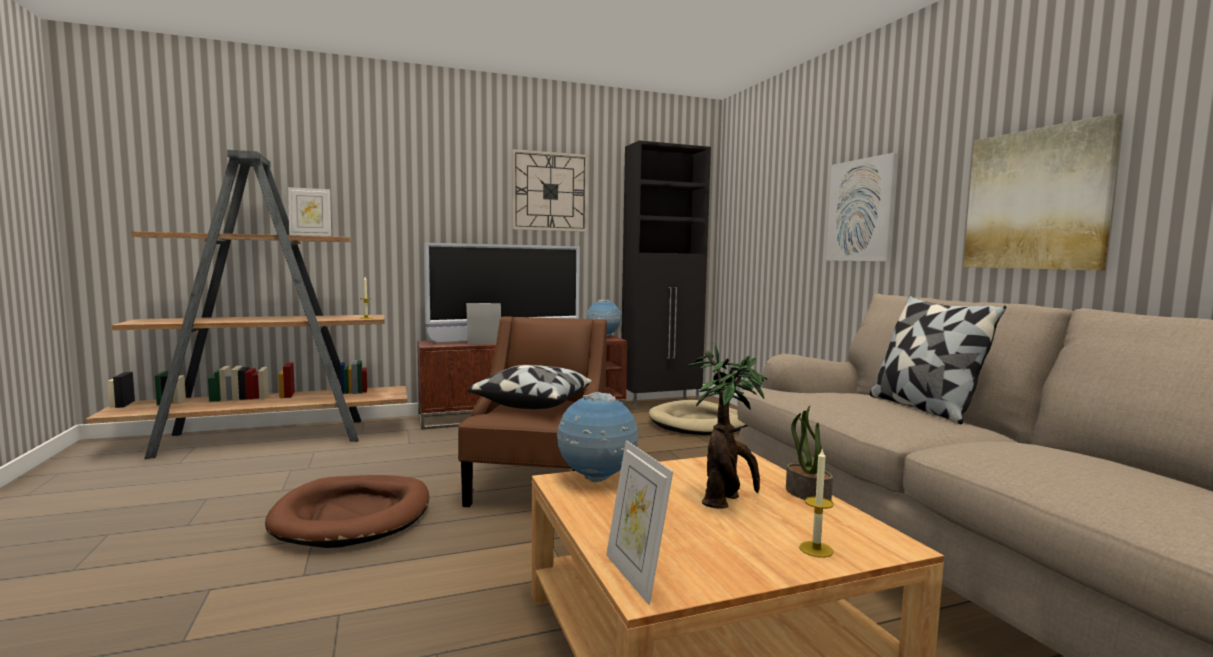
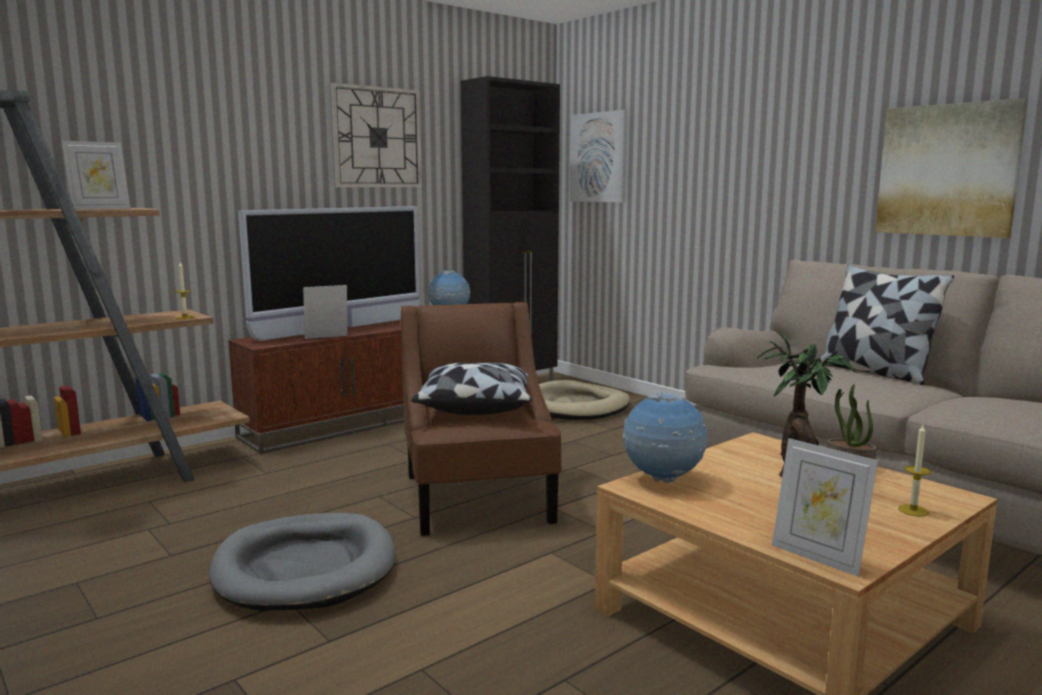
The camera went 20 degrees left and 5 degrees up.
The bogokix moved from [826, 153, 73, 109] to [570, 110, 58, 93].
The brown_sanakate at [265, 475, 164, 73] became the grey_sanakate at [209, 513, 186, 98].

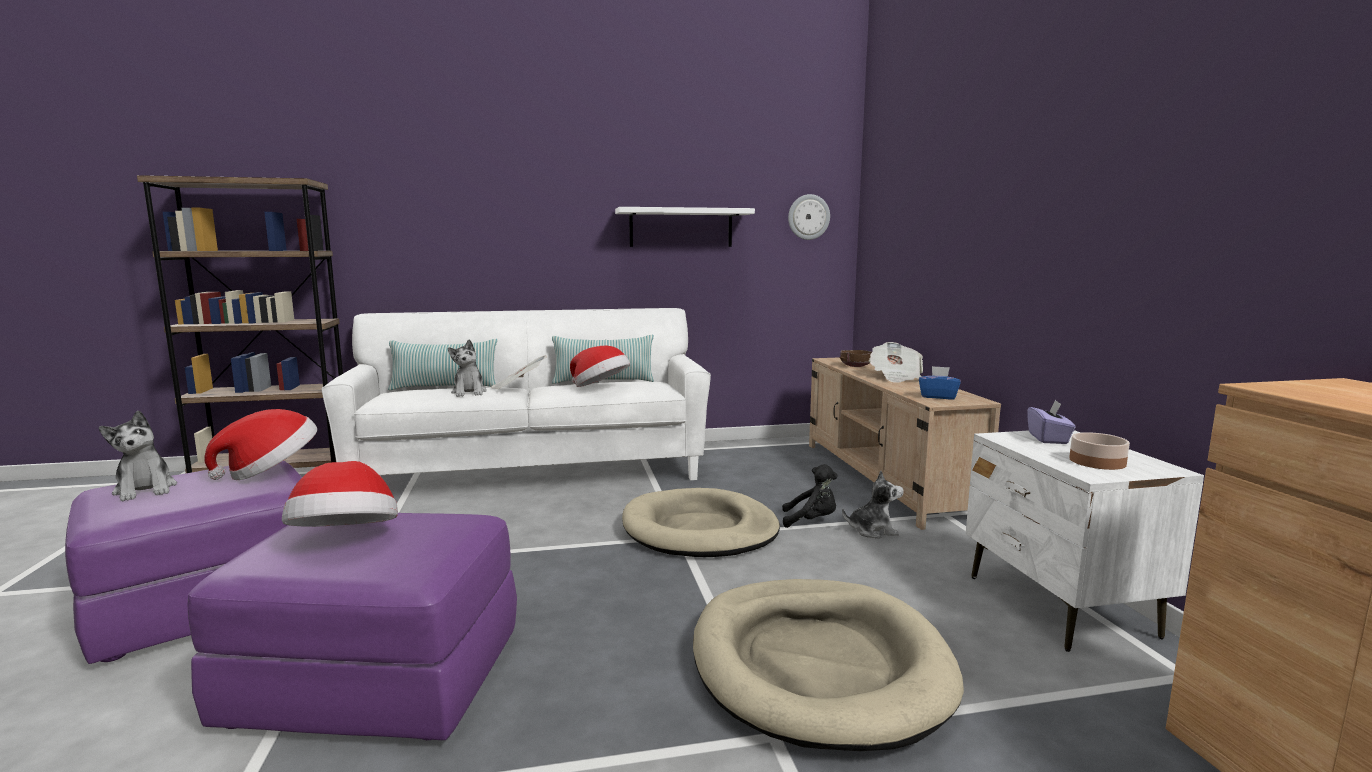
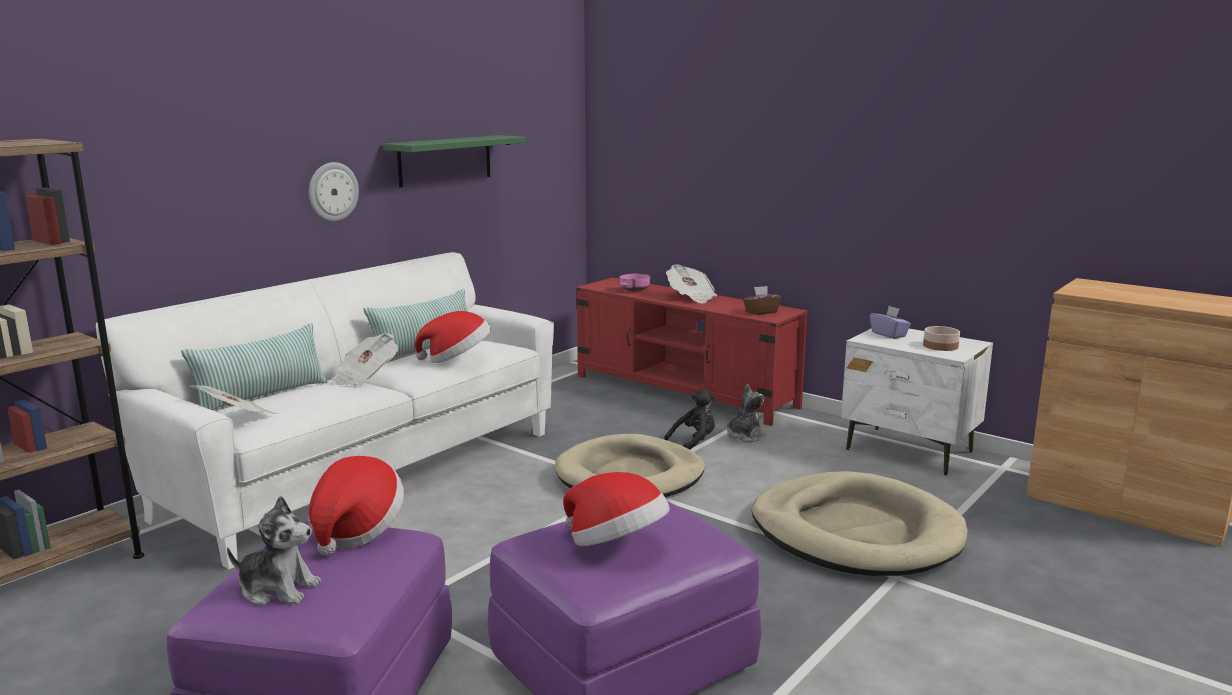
The camera went 40 degrees left and 5 degrees up.
The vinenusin at [448, 340, 39, 57] disappeared.
The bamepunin at [190, 385, 88, 29] appeared.
The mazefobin moved from [788, 194, 42, 46] to [309, 162, 50, 59].
The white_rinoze at [615, 207, 140, 40] became the green_rinoze at [383, 135, 143, 52].
The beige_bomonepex at [809, 357, 192, 173] became the red_bomonepex at [576, 278, 232, 148].
The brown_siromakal at [839, 350, 33, 17] became the pink_siromakal at [619, 273, 31, 19].
The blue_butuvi at [919, 366, 42, 33] became the brown_butuvi at [743, 286, 38, 29].

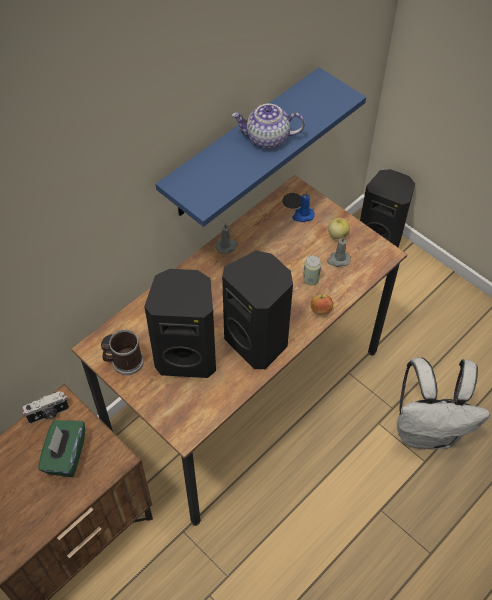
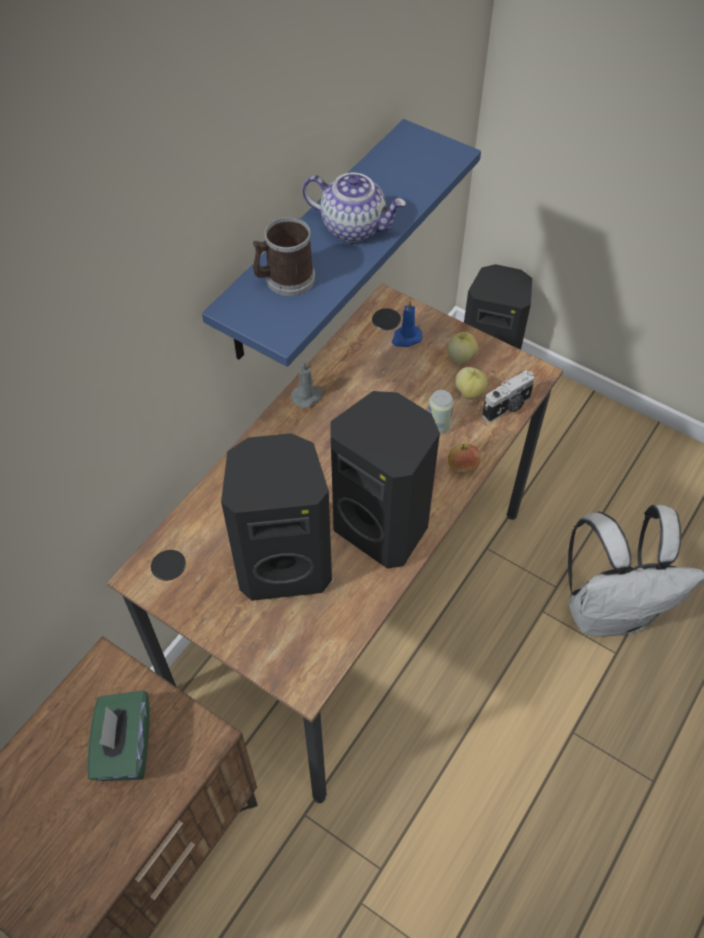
The camera went 10 degrees left and 0 degrees up.
The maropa moved from [23, 391, 46, 33] to [482, 370, 53, 52].
The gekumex moved from [101, 330, 43, 45] to [253, 217, 62, 79].
The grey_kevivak at [327, 237, 23, 30] was replaced by the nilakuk at [455, 367, 33, 33].
The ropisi at [232, 104, 73, 45] turned 150 degrees counterclockwise.

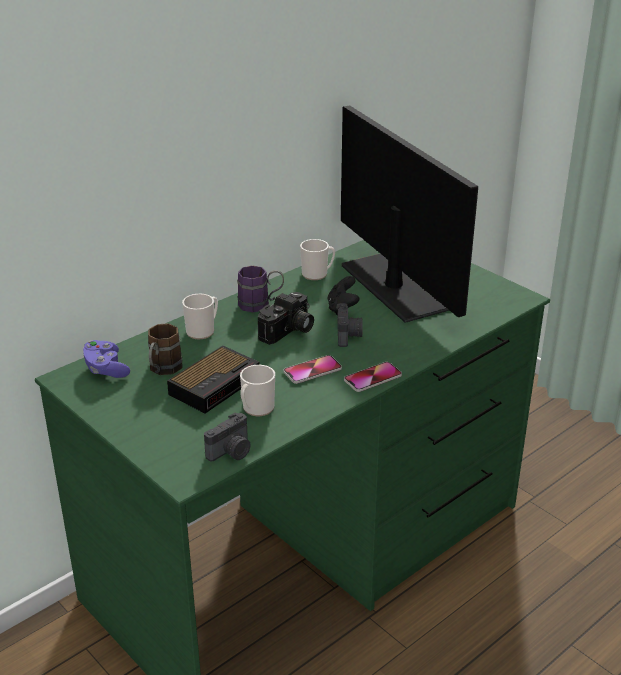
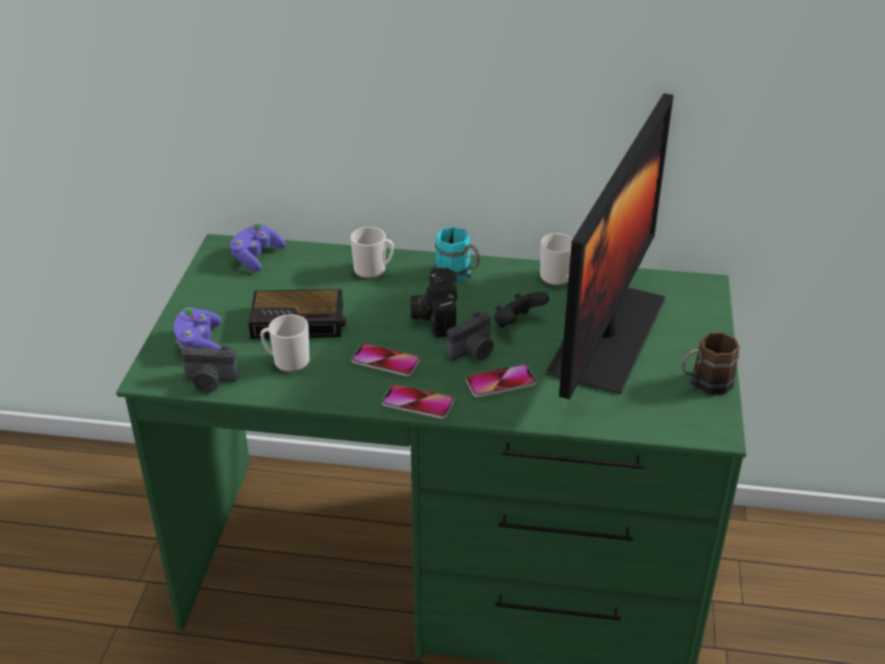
The camera went 50 degrees right and 5 degrees up.
The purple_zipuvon at [174, 307, 47, 42] appeared.
The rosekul at [466, 364, 70, 33] appeared.
The brown_gekumex moved from [148, 323, 35, 52] to [682, 332, 57, 63].
The purple_gekumex at [237, 266, 47, 46] became the turquoise_gekumex at [435, 227, 45, 55].
The maropa at [258, 292, 56, 53] turned 90 degrees clockwise.

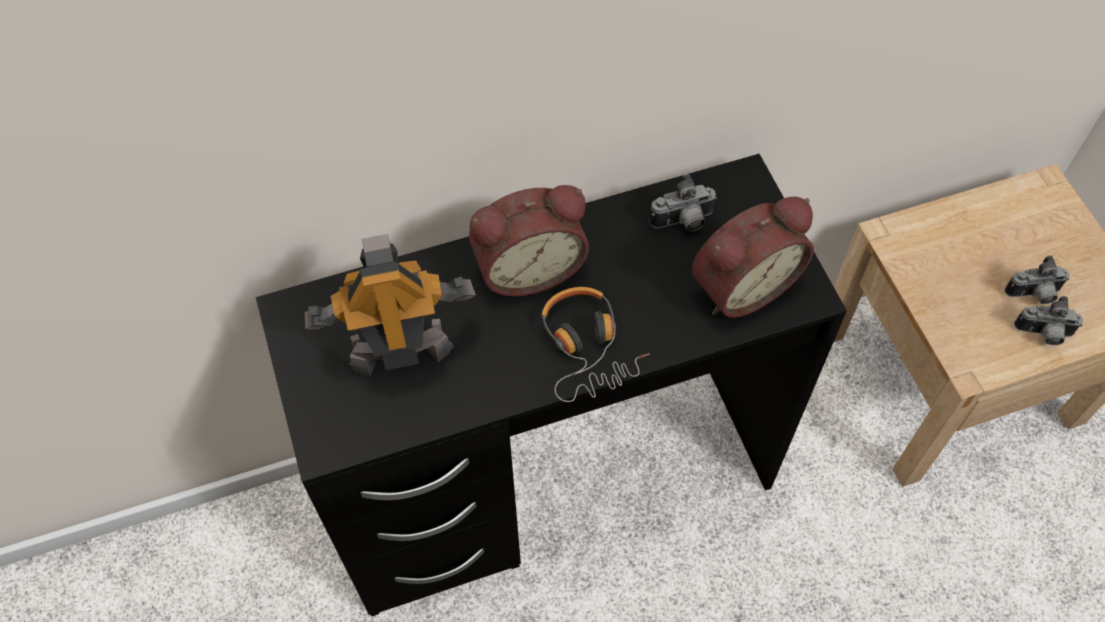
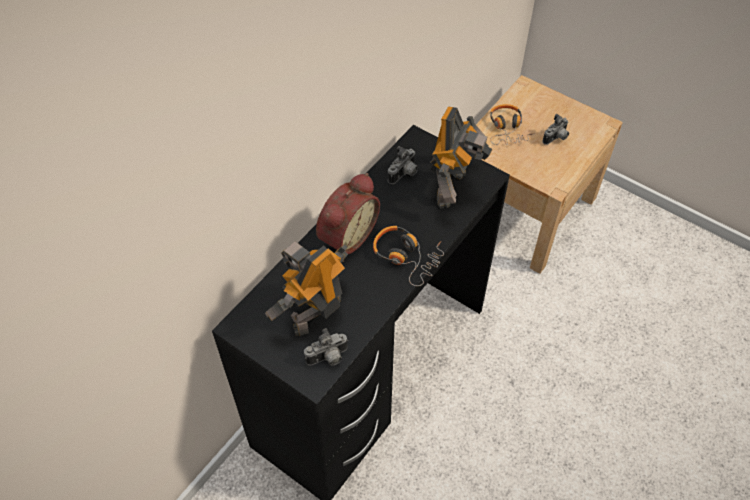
The camera went 35 degrees left and 5 degrees down.
The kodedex at [490, 104, 45, 41] appeared.
The maropa moved from [1014, 296, 69, 49] to [304, 328, 44, 38].
The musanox at [692, 197, 122, 121] was replaced by the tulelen at [430, 106, 63, 103].

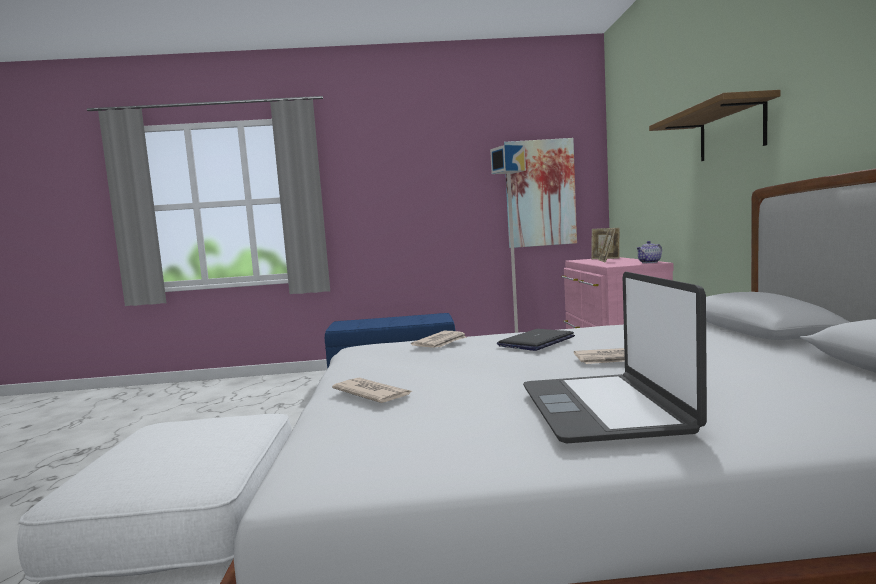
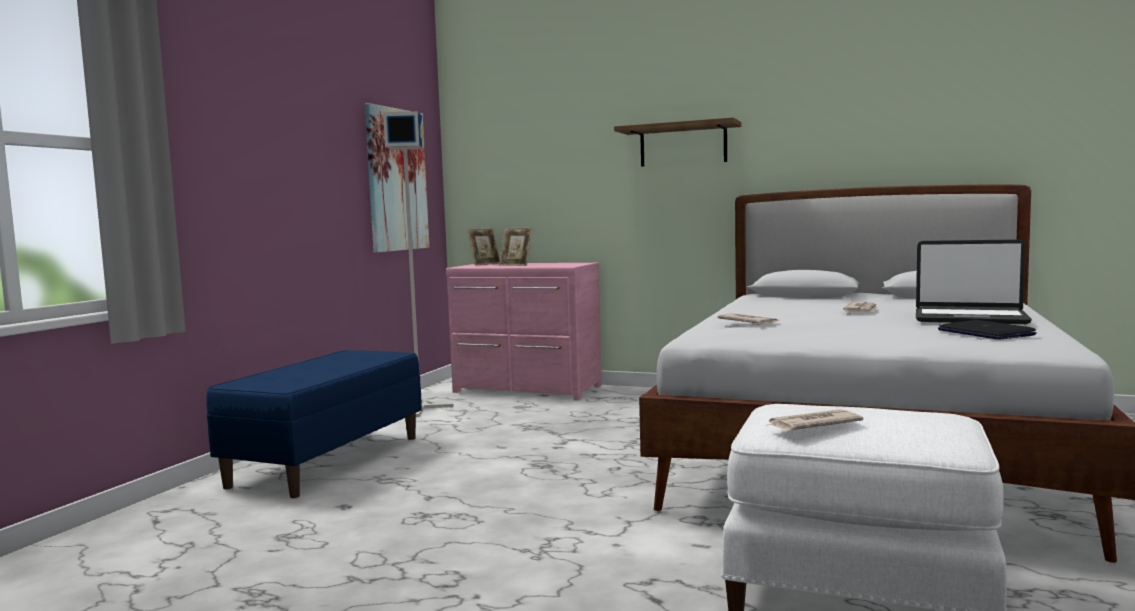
The camera went 65 degrees left and 0 degrees up.
The ropisi at [637, 241, 25, 22] disappeared.
The bamepunin moved from [332, 378, 80, 25] to [768, 409, 95, 22].
The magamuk moved from [497, 329, 78, 22] to [938, 320, 99, 20].

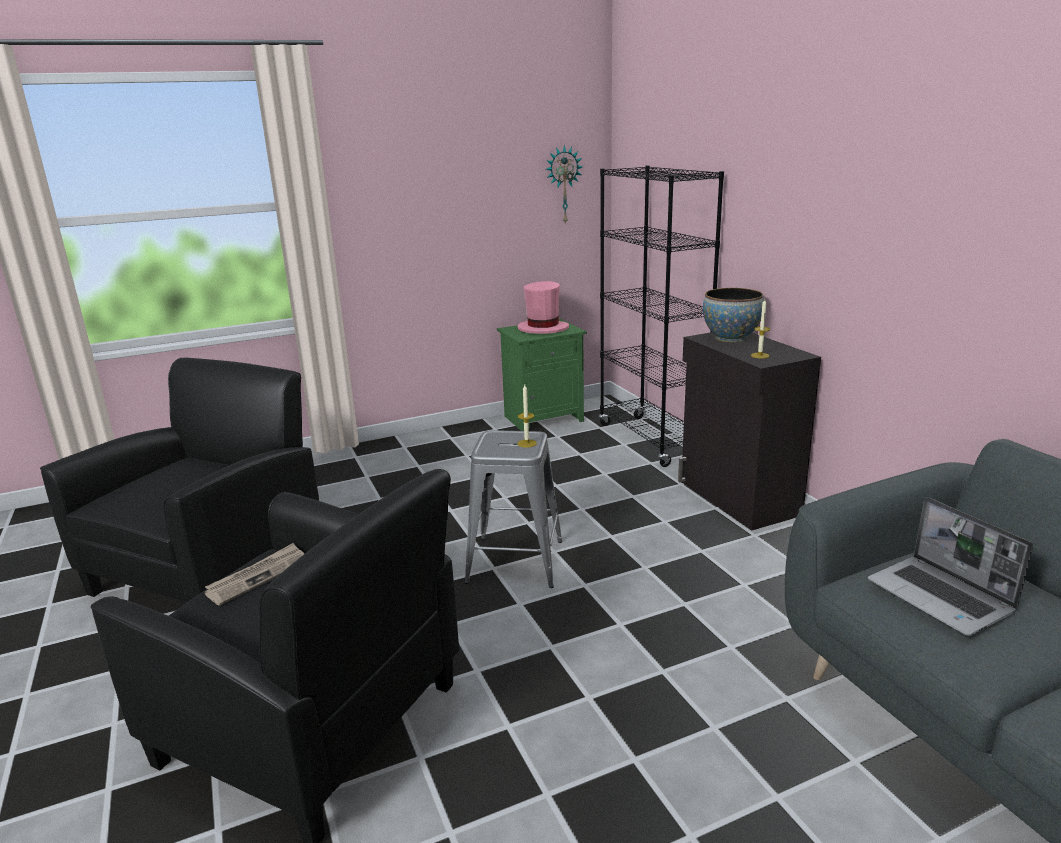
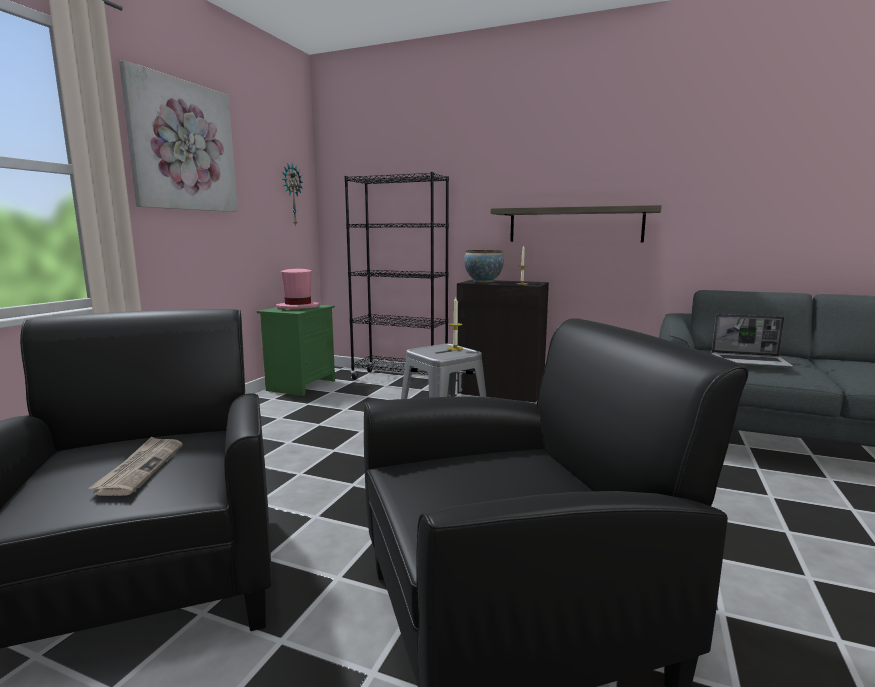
The camera went 45 degrees left and 10 degrees down.
The bogokix at [119, 60, 119, 152] appeared.
The rinoze at [491, 205, 171, 38] appeared.
The bamepunin moved from [204, 543, 101, 63] to [89, 437, 94, 59].

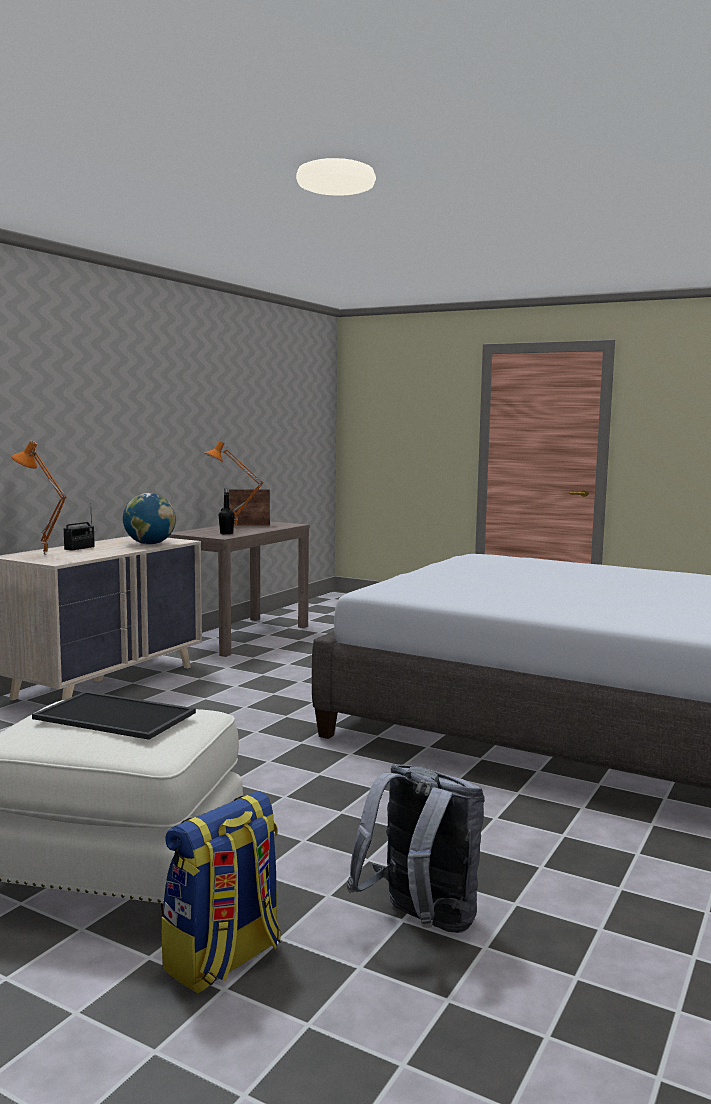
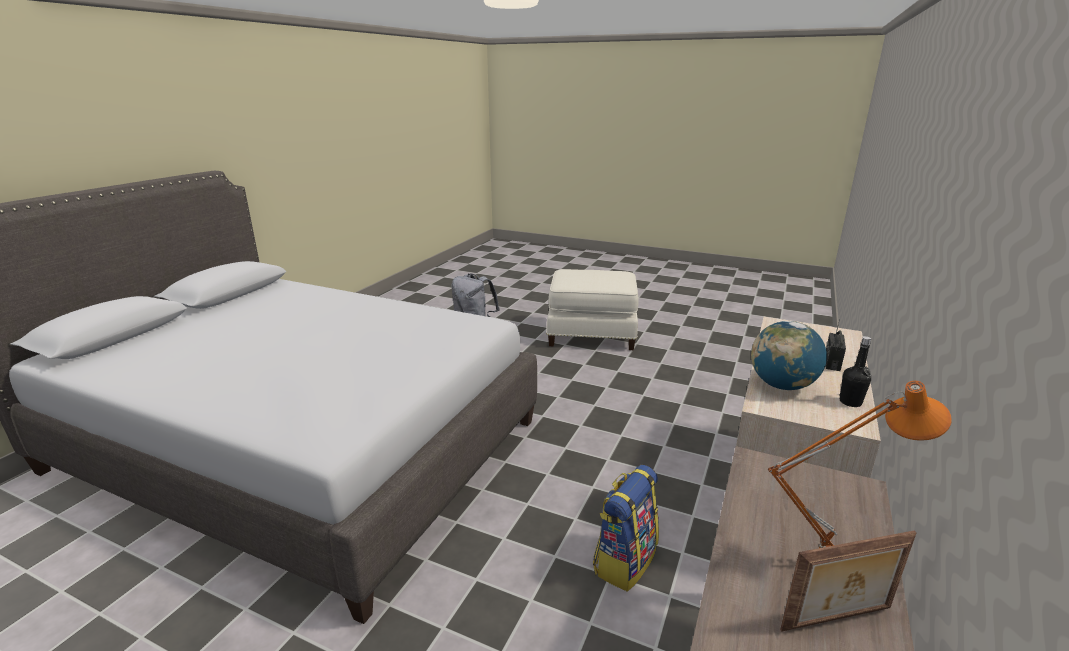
The camera went 175 degrees right and 15 degrees up.
The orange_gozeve at [11, 441, 56, 114] disappeared.
The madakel at [32, 691, 164, 49] disappeared.
The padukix moved from [162, 791, 119, 203] to [593, 465, 66, 126].
The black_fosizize moved from [219, 488, 16, 47] to [839, 336, 33, 71].

